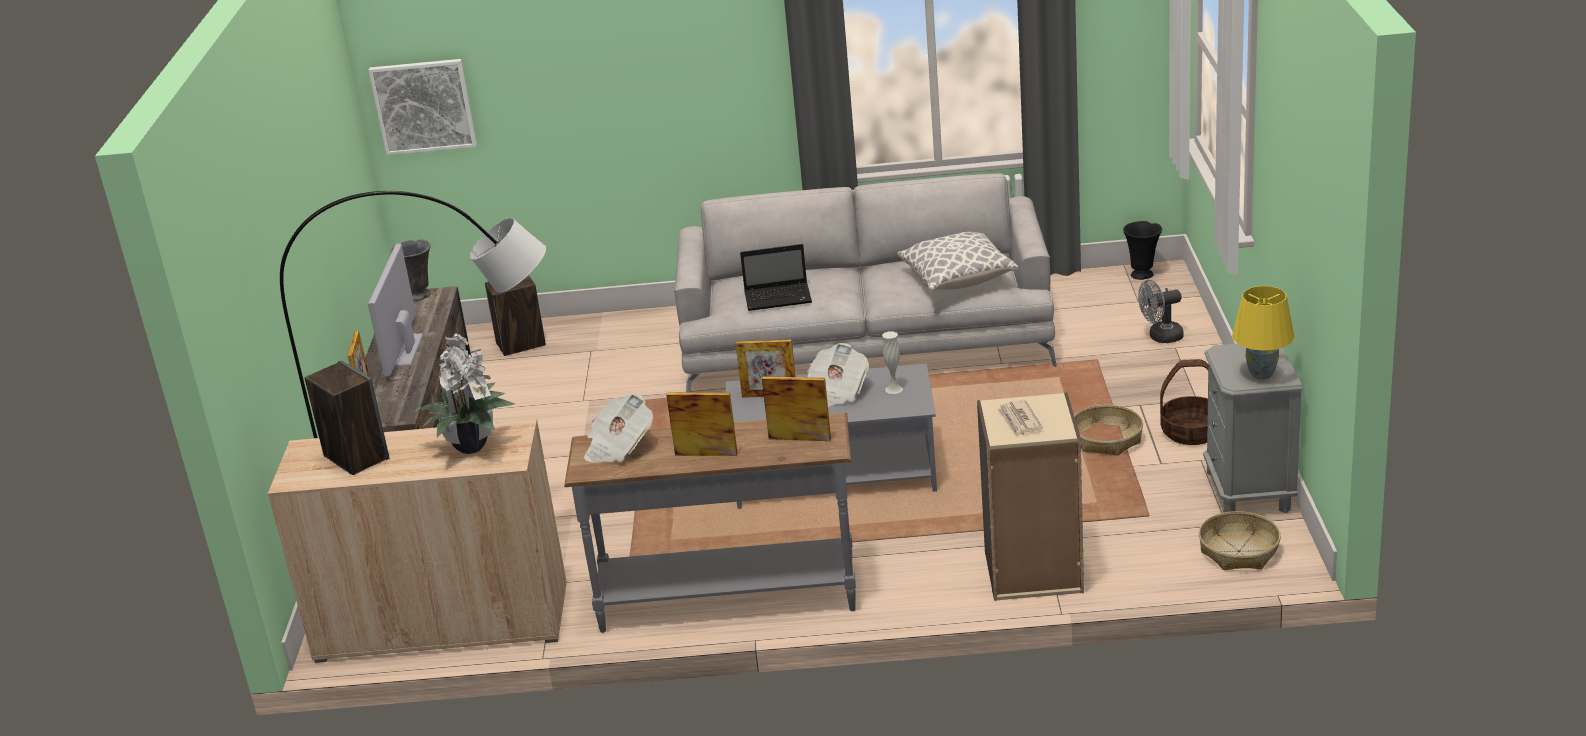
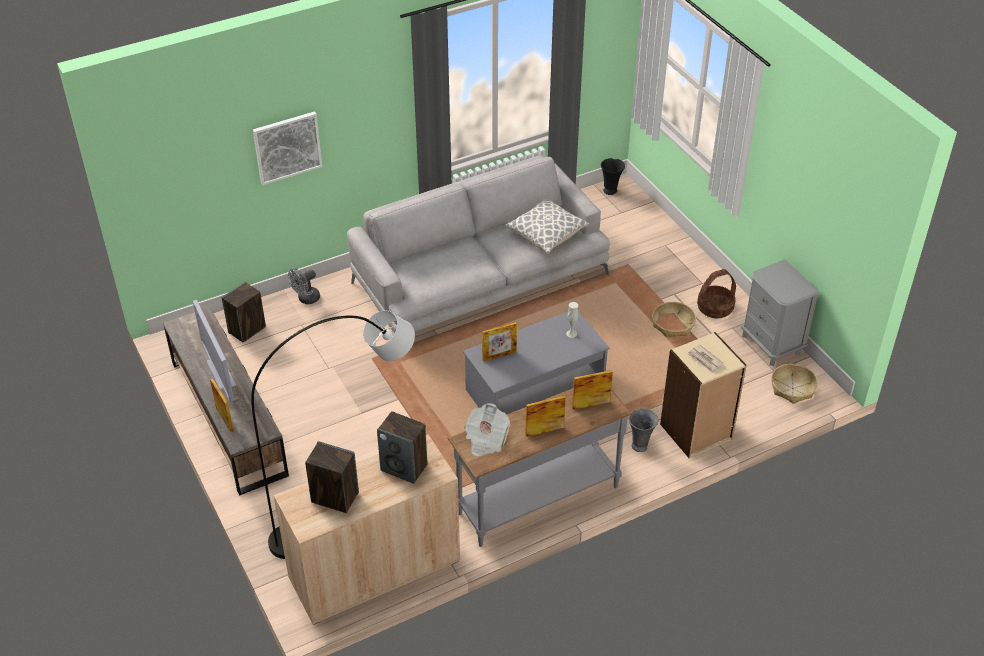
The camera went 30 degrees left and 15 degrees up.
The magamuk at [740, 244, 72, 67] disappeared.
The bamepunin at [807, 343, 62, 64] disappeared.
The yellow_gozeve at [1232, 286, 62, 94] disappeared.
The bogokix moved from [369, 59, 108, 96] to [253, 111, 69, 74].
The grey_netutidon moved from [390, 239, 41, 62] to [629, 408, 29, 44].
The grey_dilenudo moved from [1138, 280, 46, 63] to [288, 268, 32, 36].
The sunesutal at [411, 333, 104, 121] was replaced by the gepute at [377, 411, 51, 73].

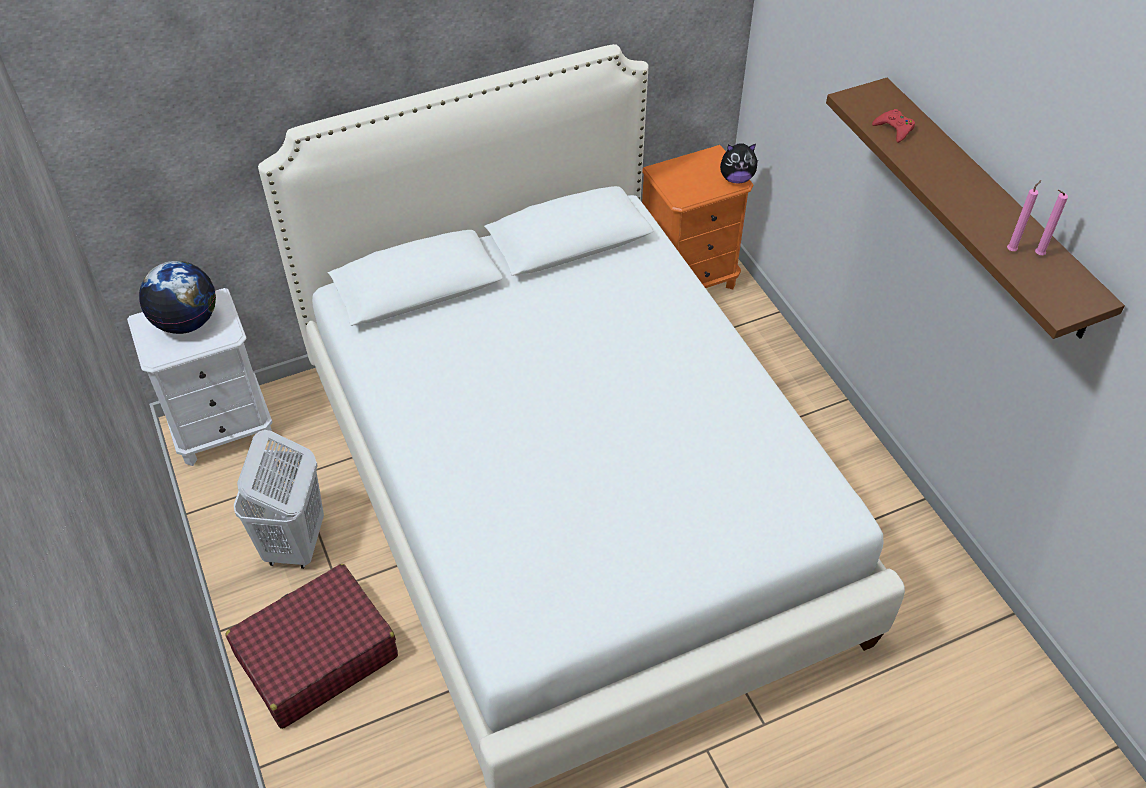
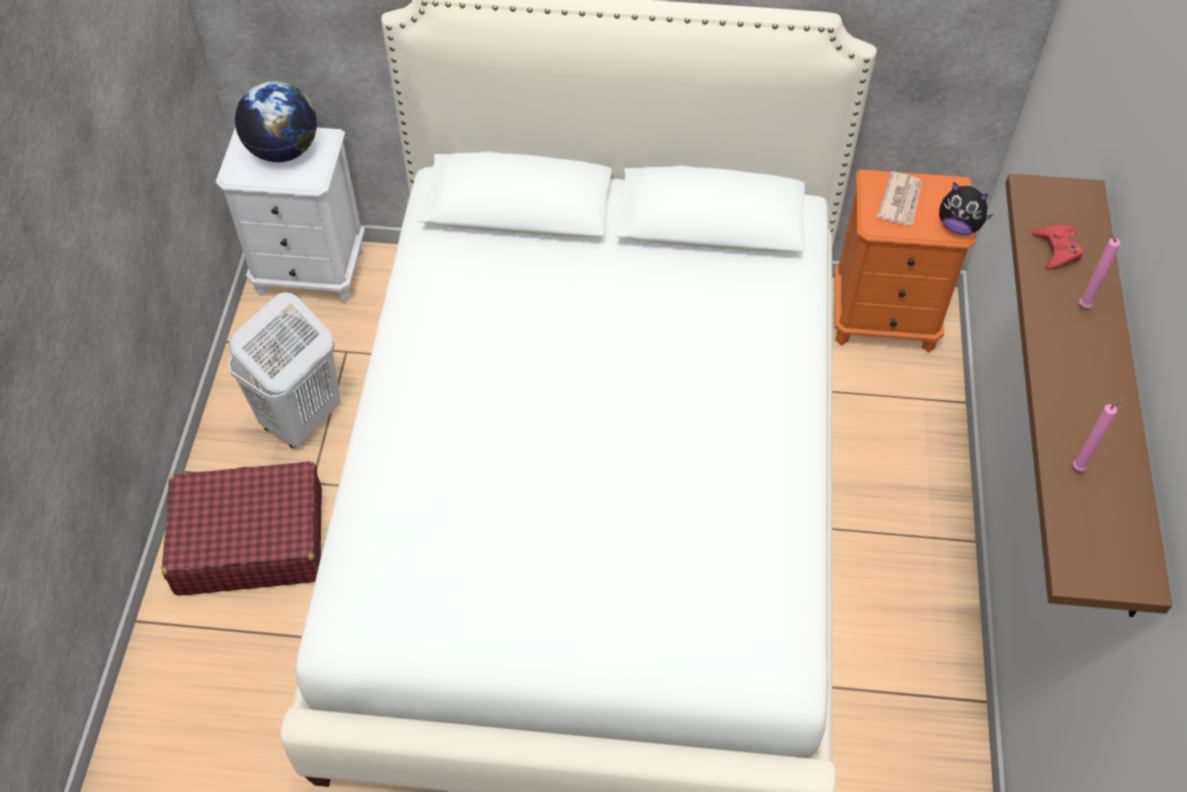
The camera went 30 degrees right and 5 degrees up.
The bamepunin at [877, 172, 44, 54] appeared.
The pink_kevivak moved from [1035, 190, 33, 65] to [1079, 232, 41, 76].

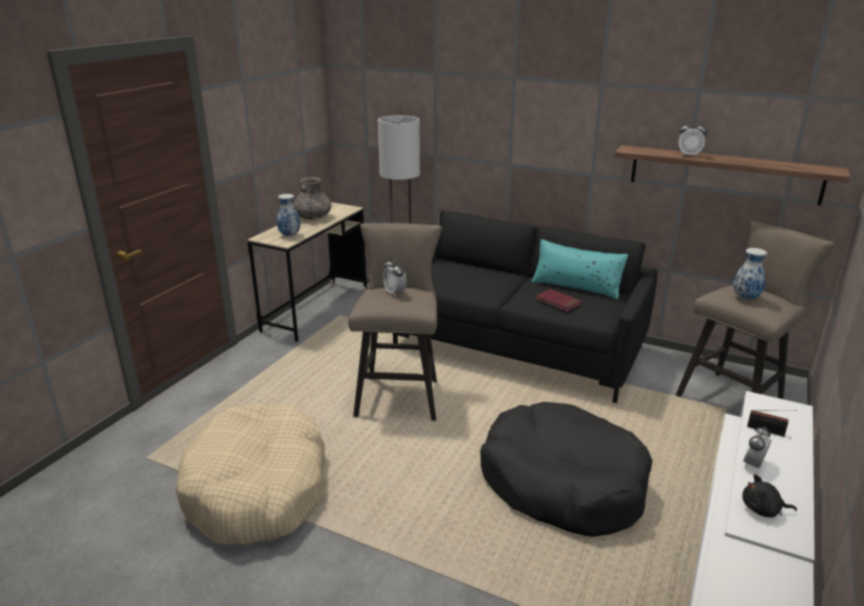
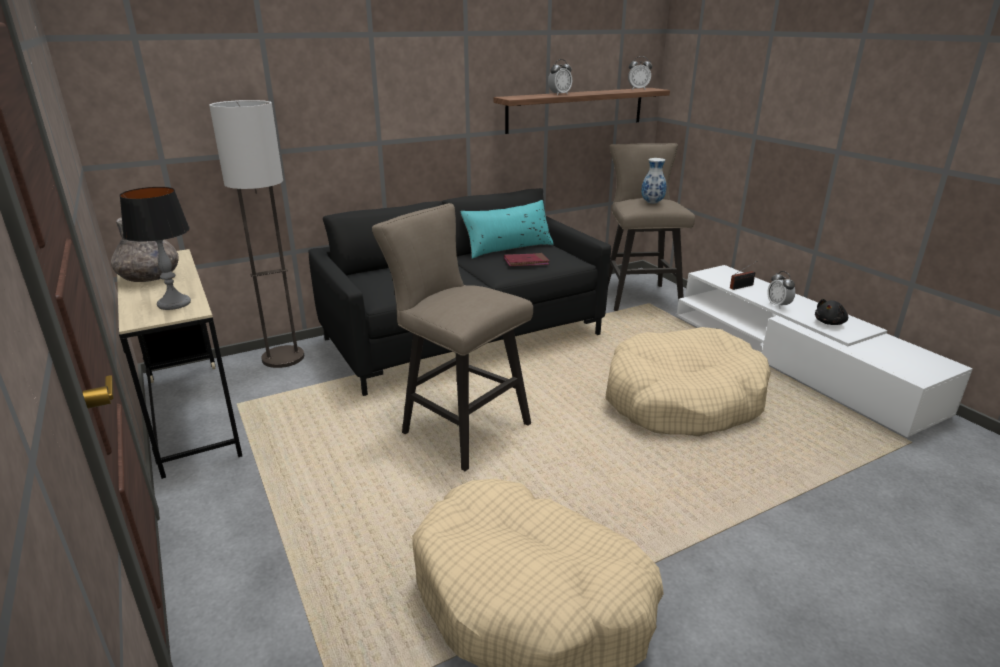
The camera went 55 degrees left and 0 degrees up.
The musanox moved from [383, 258, 24, 39] to [628, 56, 24, 34].
The netutidon at [277, 194, 24, 42] was replaced by the gozeve at [119, 187, 72, 123].
The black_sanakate at [480, 402, 173, 135] became the beige_sanakate at [606, 327, 165, 109].

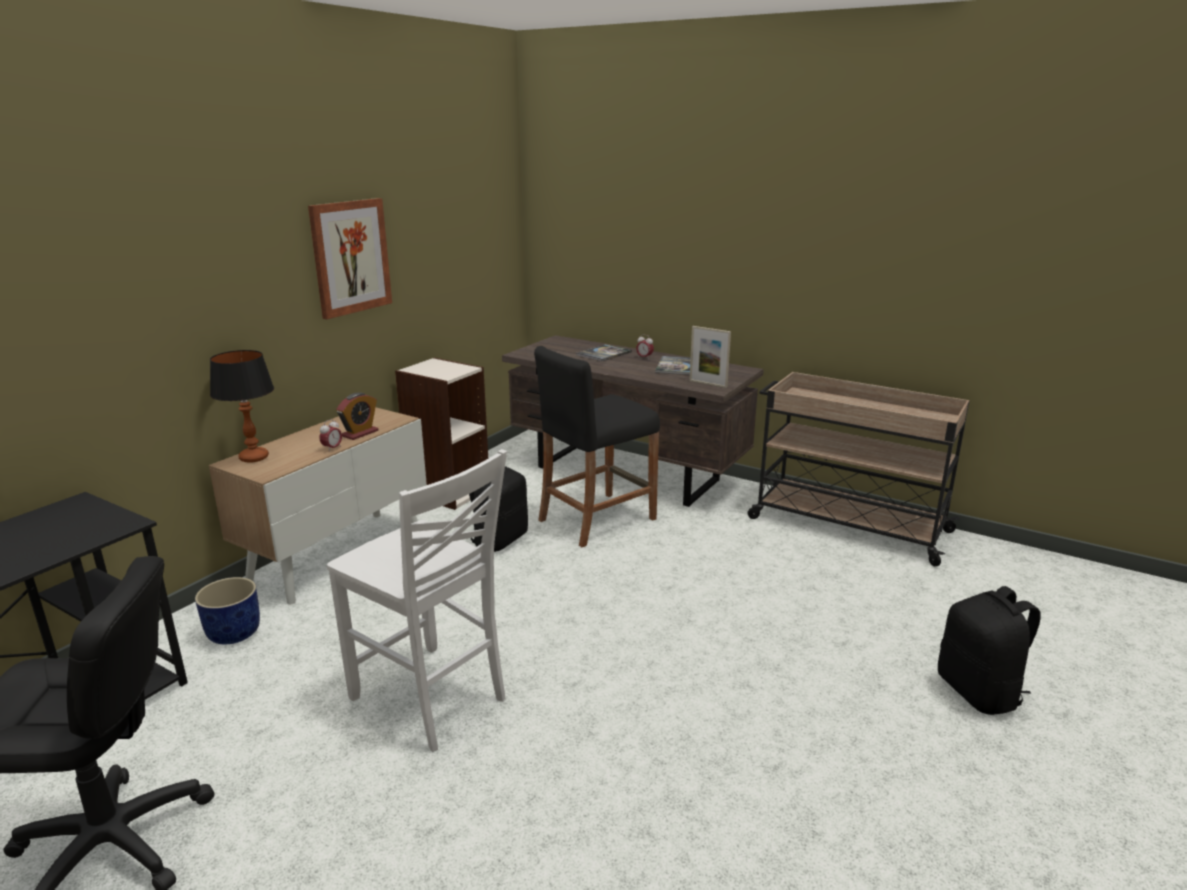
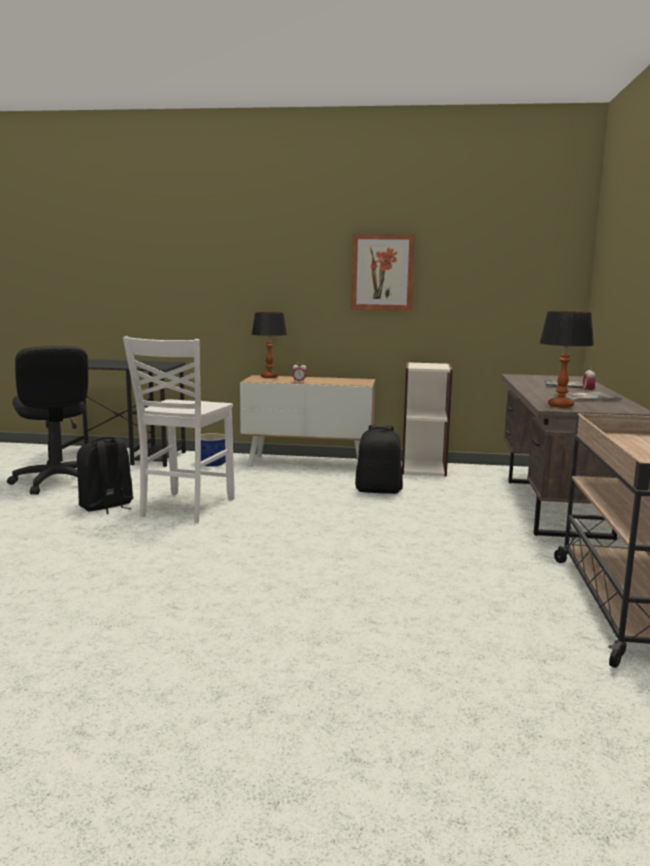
The camera went 65 degrees right and 10 degrees down.
The musanox at [336, 392, 42, 48] disappeared.
The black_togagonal at [534, 346, 126, 201] disappeared.
The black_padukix moved from [938, 586, 103, 129] to [77, 437, 57, 77].
The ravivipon at [689, 326, 42, 62] was replaced by the gozeve at [539, 311, 55, 97].

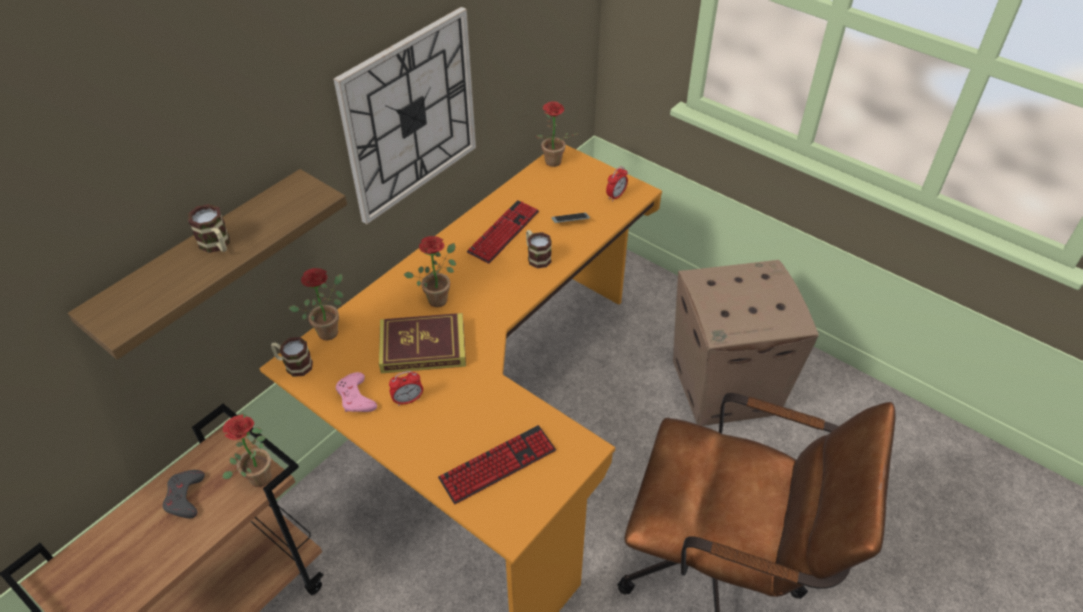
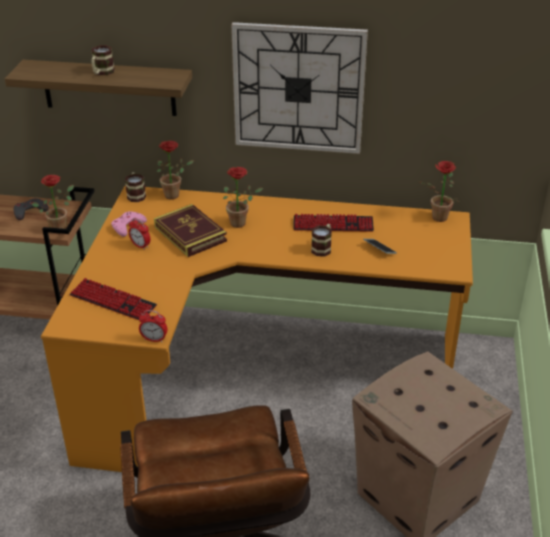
The camera went 60 degrees right and 10 degrees down.
The musanox moved from [606, 166, 22, 35] to [139, 310, 28, 32].

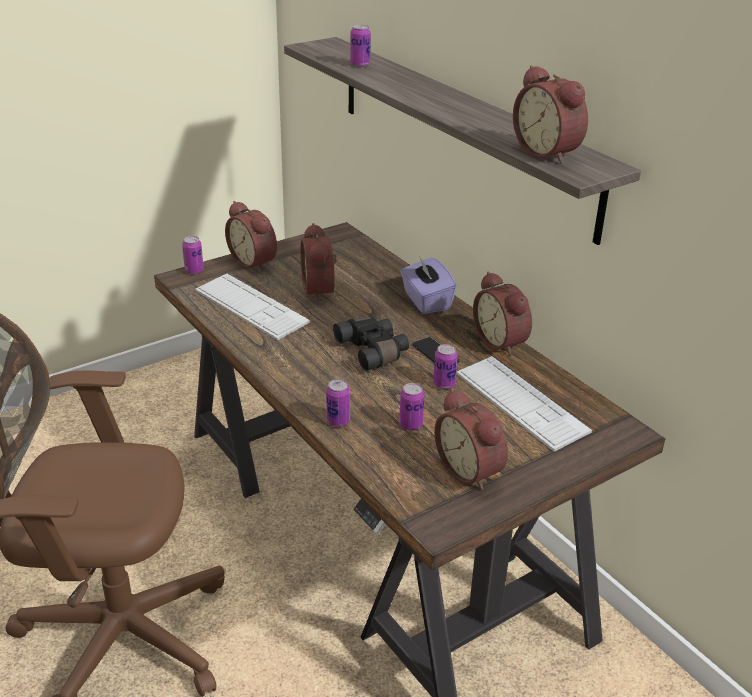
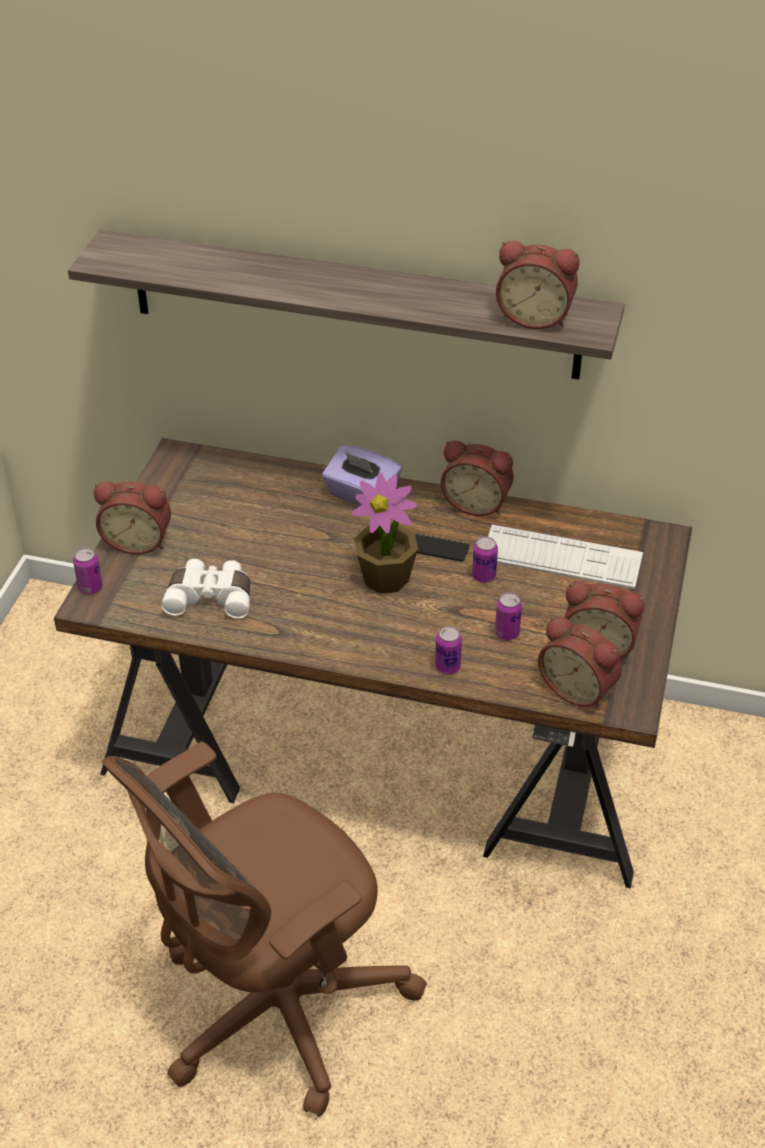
The camera went 40 degrees left and 10 degrees up.
The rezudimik at [350, 25, 21, 42] disappeared.
The musanox moved from [300, 223, 37, 79] to [538, 616, 84, 93].
The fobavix at [195, 274, 115, 66] was replaced by the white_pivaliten at [162, 559, 88, 59].
The black_pivaliten at [333, 316, 76, 55] was replaced by the sunesutal at [352, 473, 66, 121].

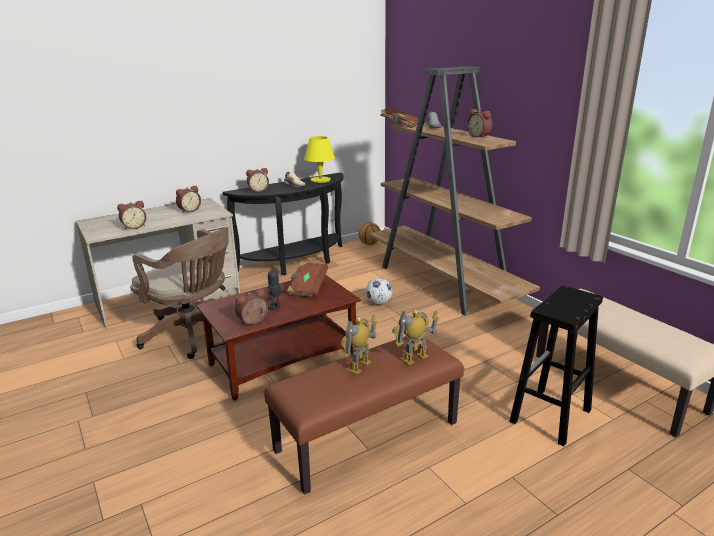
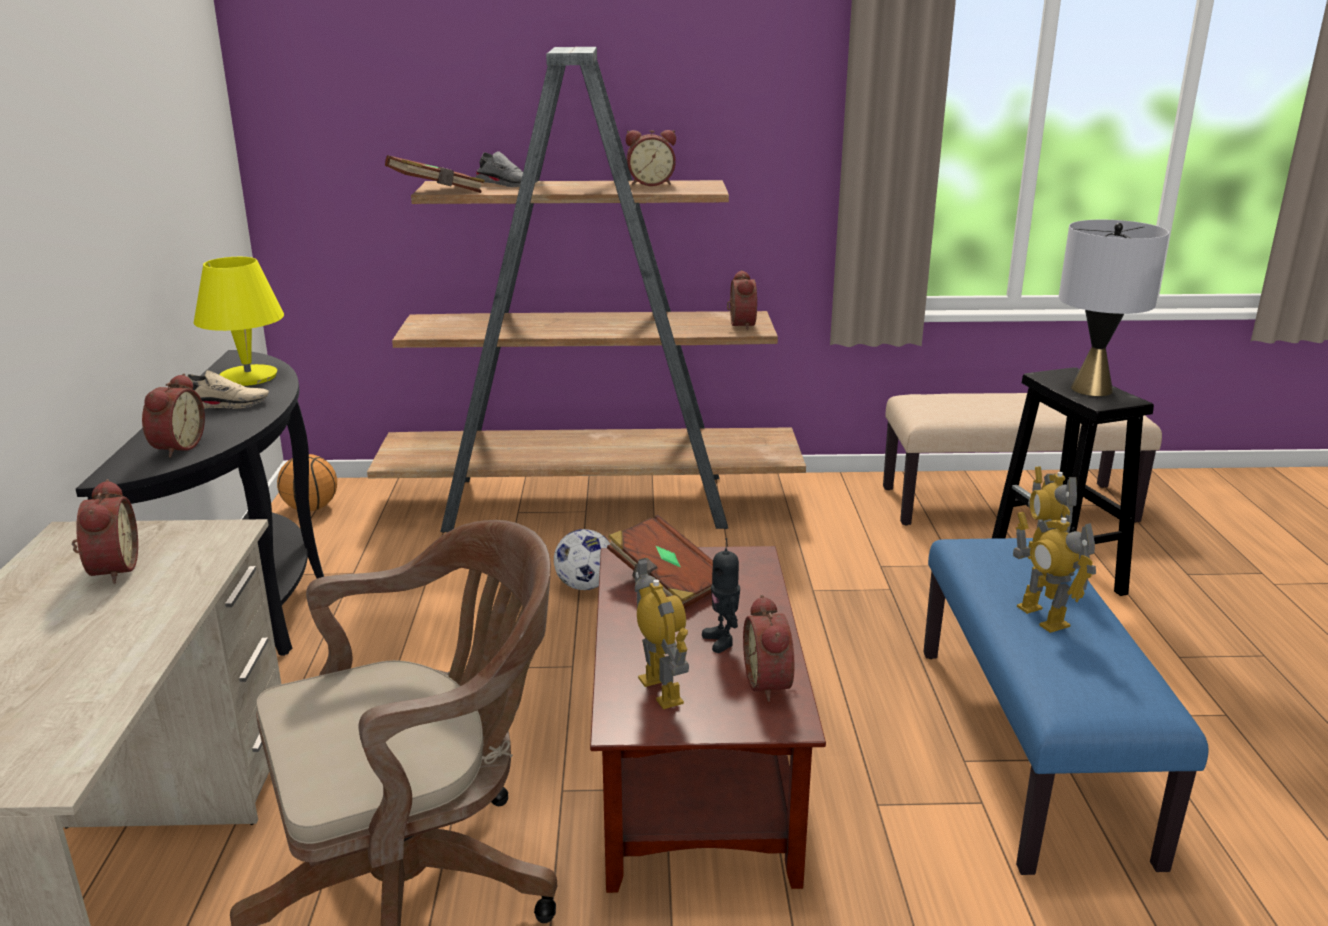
The camera went 60 degrees left and 0 degrees up.
The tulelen at [635, 558, 54, 151] appeared.
The grey_gozeve at [1059, 220, 110, 176] appeared.
The musanox moved from [117, 201, 29, 29] to [727, 270, 30, 60].
The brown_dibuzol at [264, 336, 200, 159] became the blue_dibuzol at [923, 538, 286, 337].

